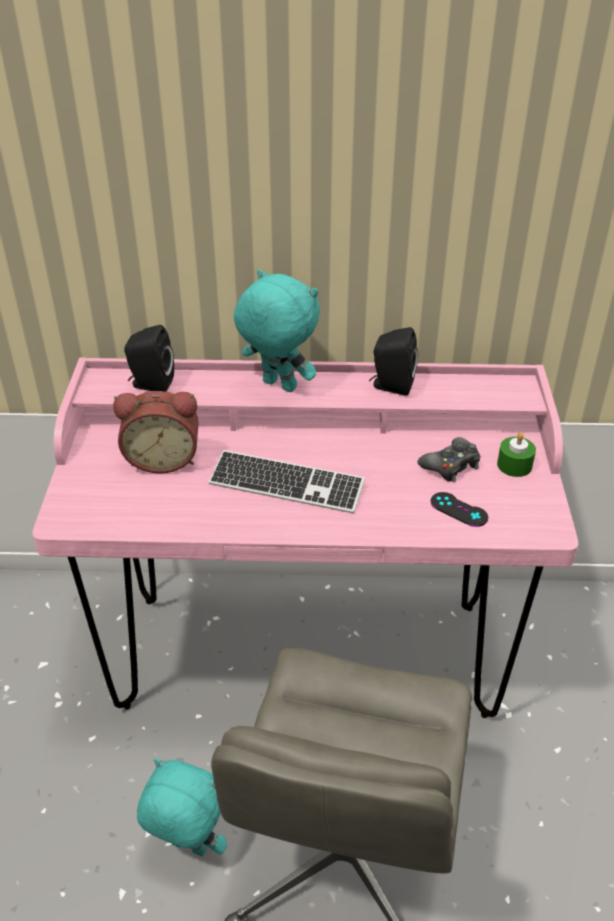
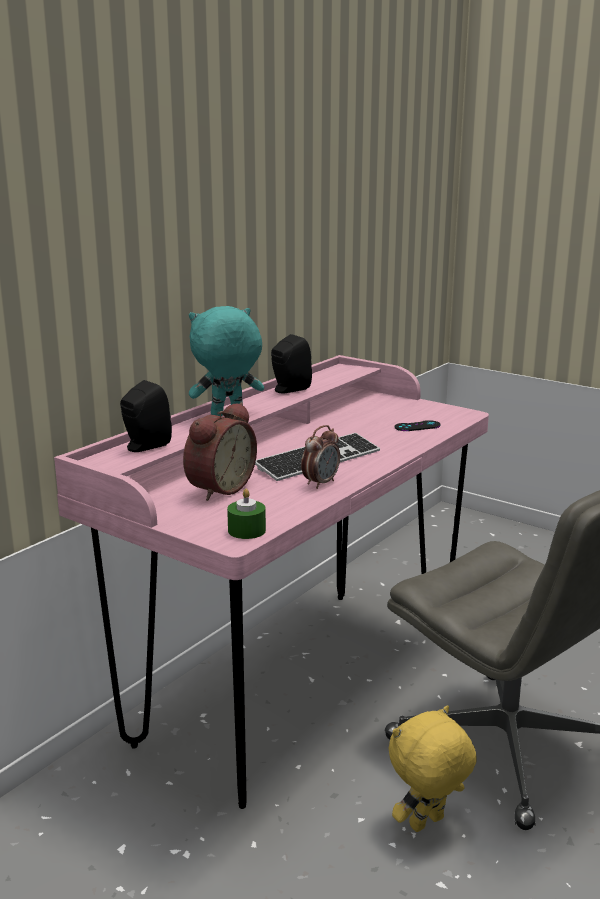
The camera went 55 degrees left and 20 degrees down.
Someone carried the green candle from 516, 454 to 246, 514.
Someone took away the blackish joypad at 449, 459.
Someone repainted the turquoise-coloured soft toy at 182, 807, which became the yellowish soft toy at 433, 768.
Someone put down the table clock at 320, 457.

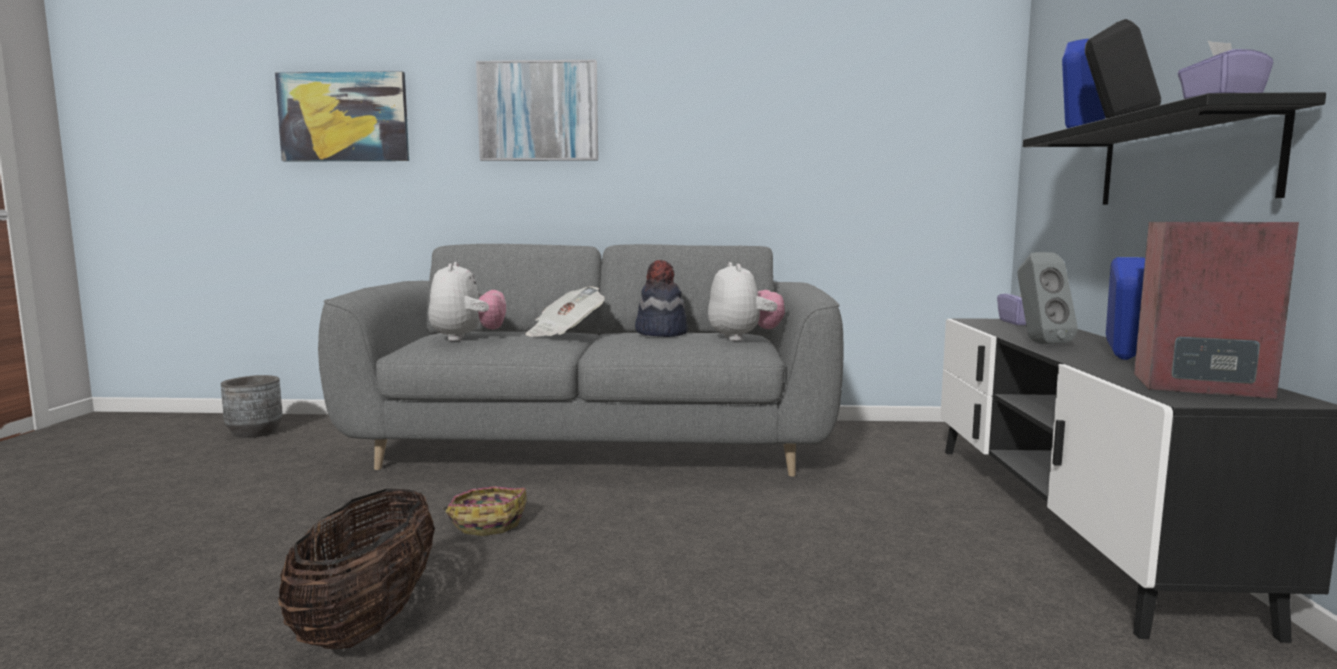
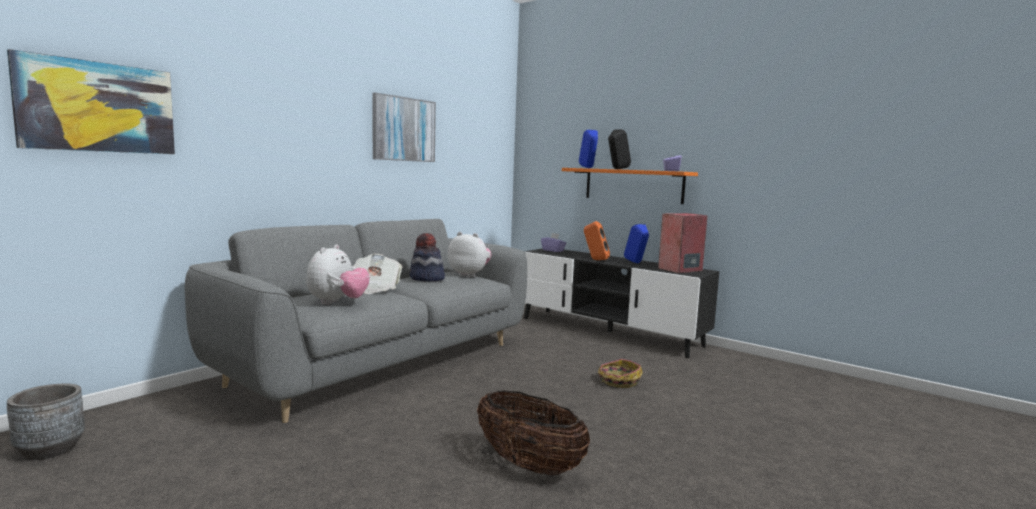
The camera went 55 degrees left and 0 degrees up.
Someone carried the wall picture from 537, 110 to 404, 127.
Someone repainted the blackish wall shelf at 1174, 148, which became the orange-coloured wall shelf at 630, 186.
Someone repainted the gray audio speaker at 1047, 298, which became the orange-coloured audio speaker at 597, 240.
Someone rotated the soft toy at 467, 301 by 75 degrees clockwise.
Someone carried the household basket from 485, 511 to 620, 373.

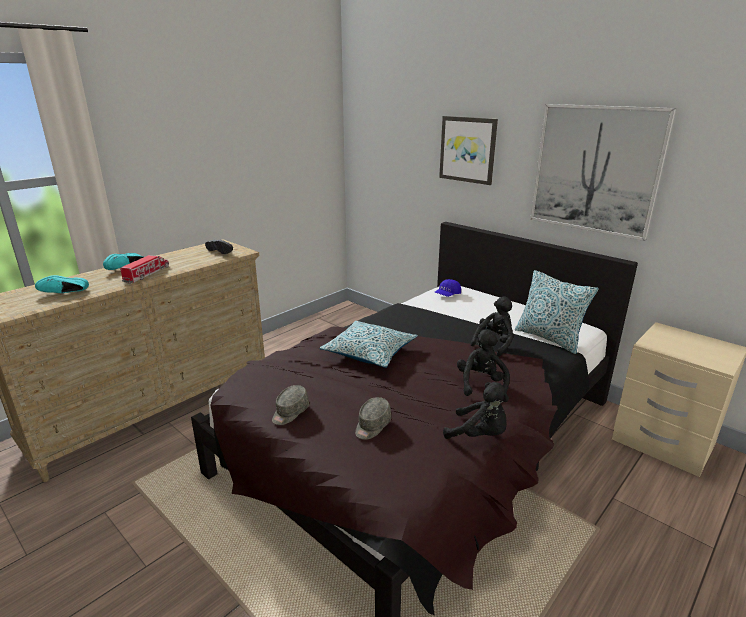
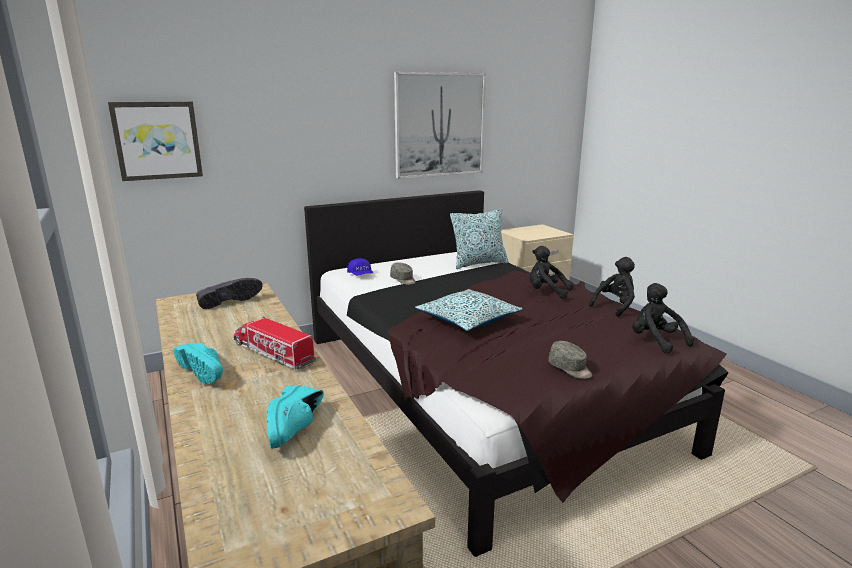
The camera went 70 degrees left and 5 degrees down.
Someone carried the wall picture from 468, 150 to 155, 141.
Someone carried the blackish soft toy from 492, 326 to 663, 318.
Someone carried the gray baseball cap from 373, 418 to 403, 274.

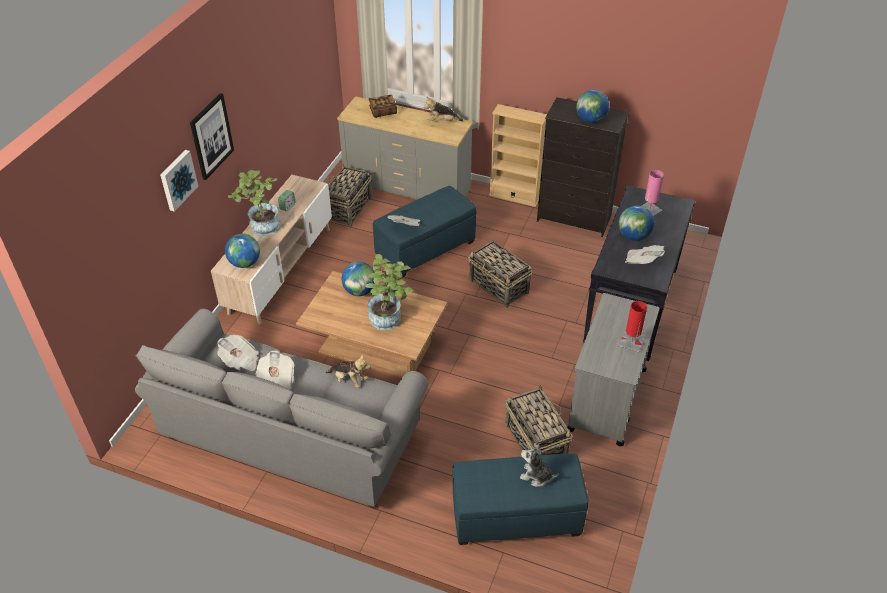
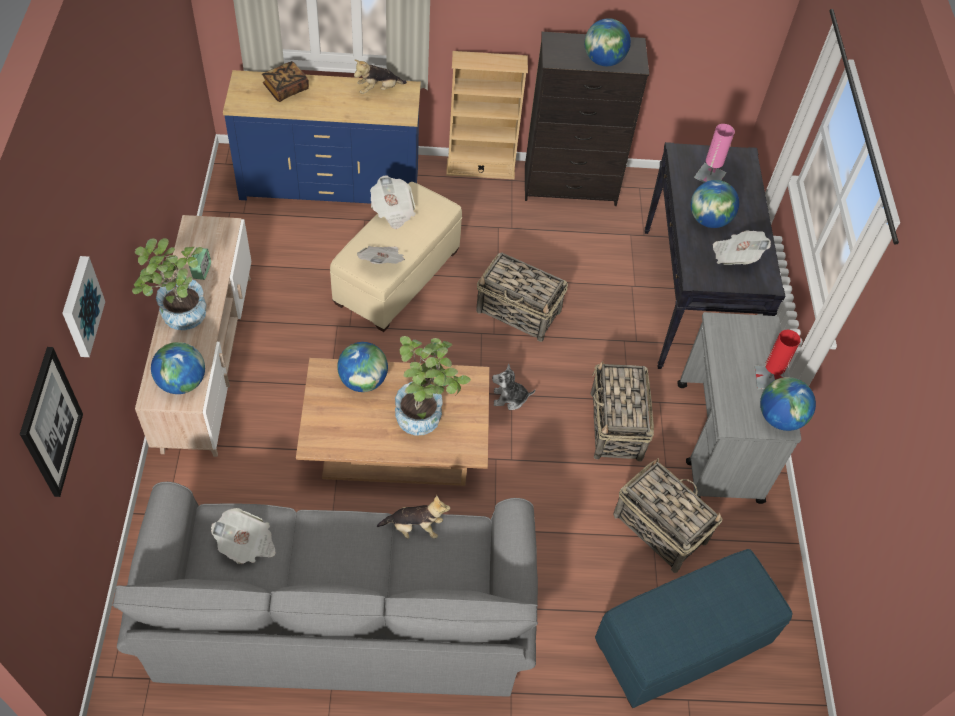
The camera went 25 degrees left and 10 degrees up.
Someone carried the wall picture from 212, 136 to 51, 422.
Someone repainted the gray drawer chest at 405, 147, which became the blue drawer chest at 322, 137.
Someone carried the household basket from 350, 195 to 622, 411.
Someone repainted the blue footrest at 425, 232, which became the sand-coloured footrest at 396, 257.
Someone carried the newspaper from 274, 369 to 393, 202.
Someone carried the soft toy from 539, 465 to 513, 387.
Someone put down the desk globe at 788, 404.

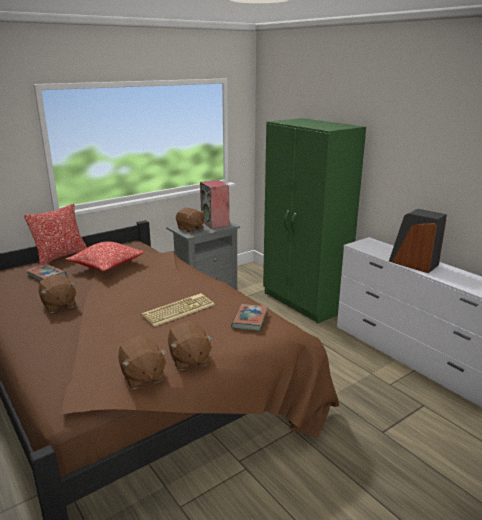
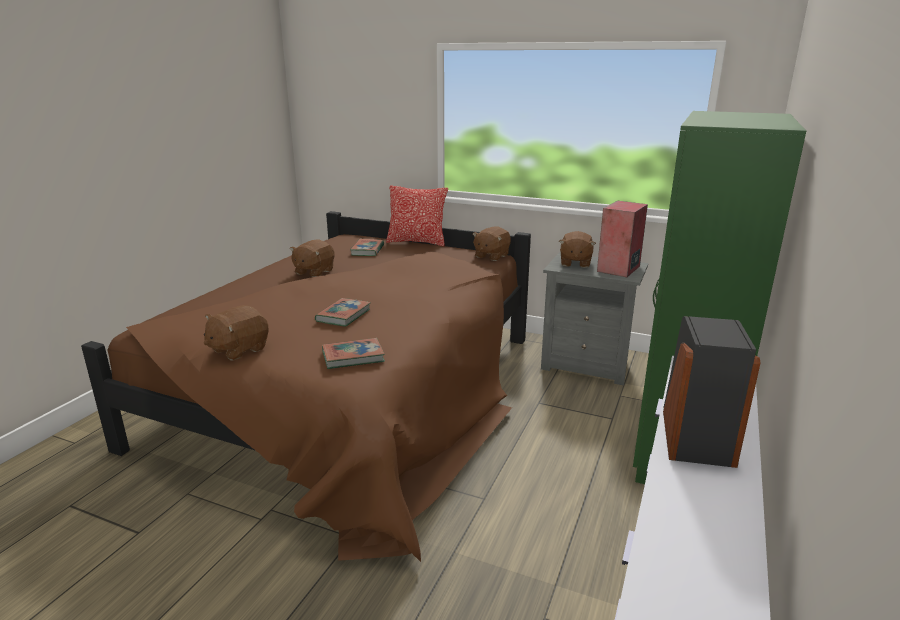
The camera went 60 degrees right and 0 degrees up.
Someone took away the cushion at 105, 256.
Someone swapped the computer keyboard at 178, 310 for the volume at 343, 312.
Someone carried the brown-coloured soft toy from 143, 362 to 491, 243.

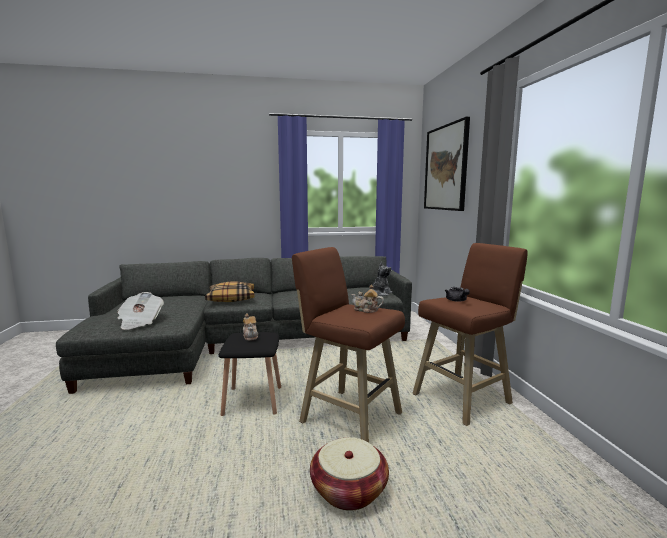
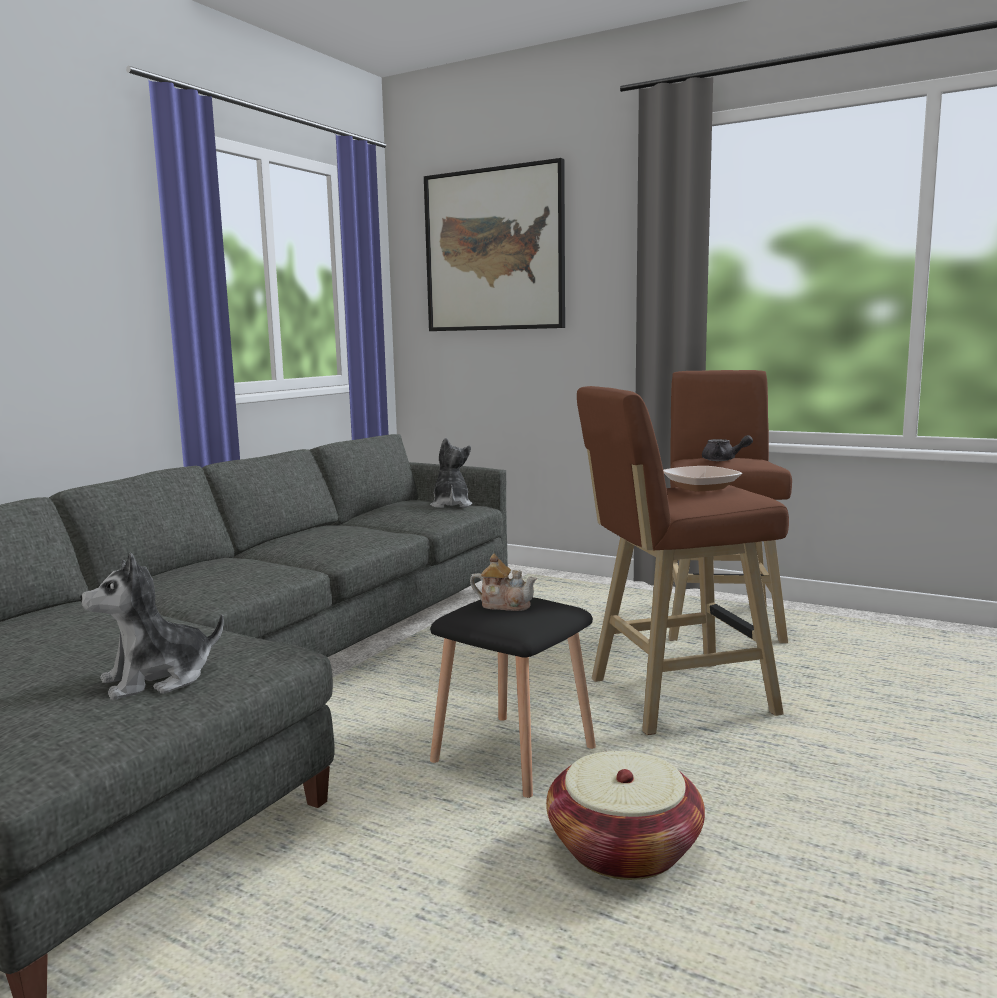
The camera went 50 degrees left and 0 degrees up.
Someone took away the cushion at 230, 291.
Someone swapped the pot for tea at 367, 298 for the deep dish at 702, 478.
Someone swapped the newspaper at 140, 311 for the soft toy at 152, 626.
Someone carried the household basket from 349, 474 to 625, 815.

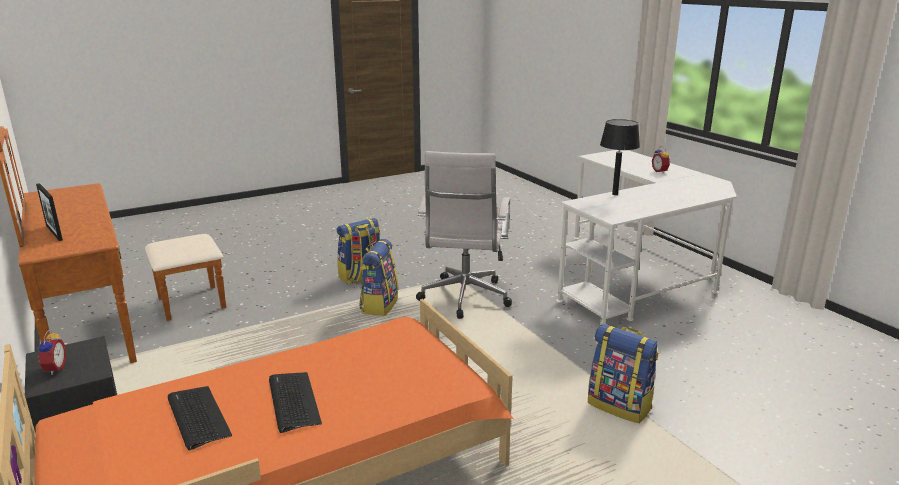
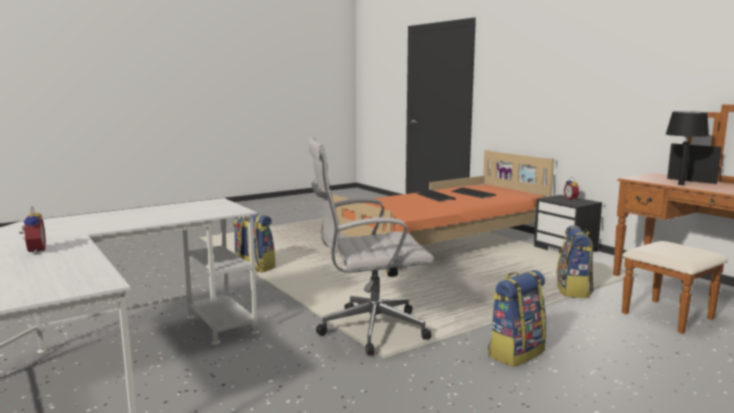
The camera went 175 degrees right and 10 degrees down.
Someone carried the blackish lamp for a table from 620, 157 to 687, 148.
Someone rotated the white desk chair at 464, 235 by 105 degrees counterclockwise.
Someone carried the rucksack from 378, 277 to 575, 261.

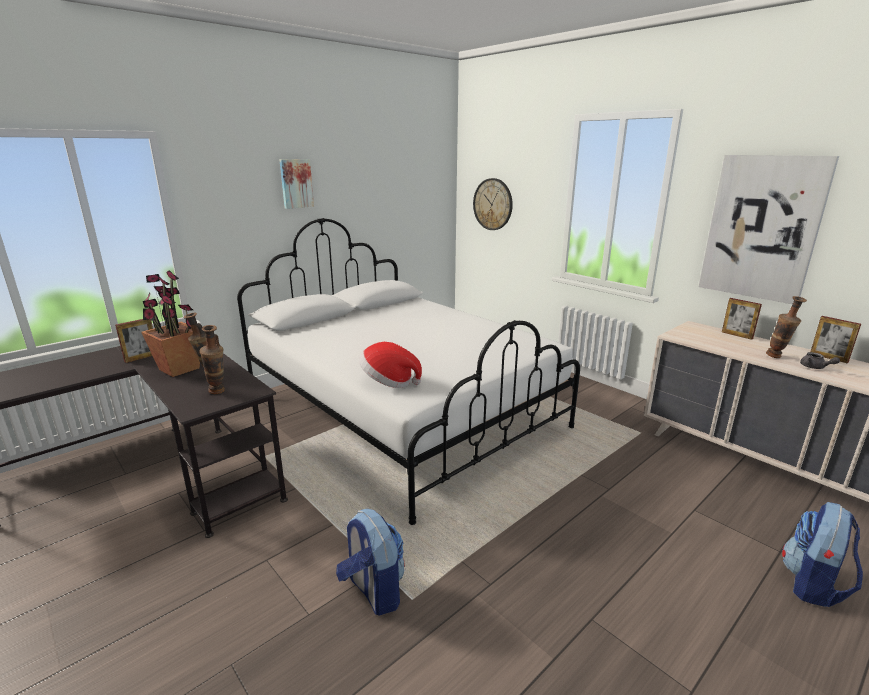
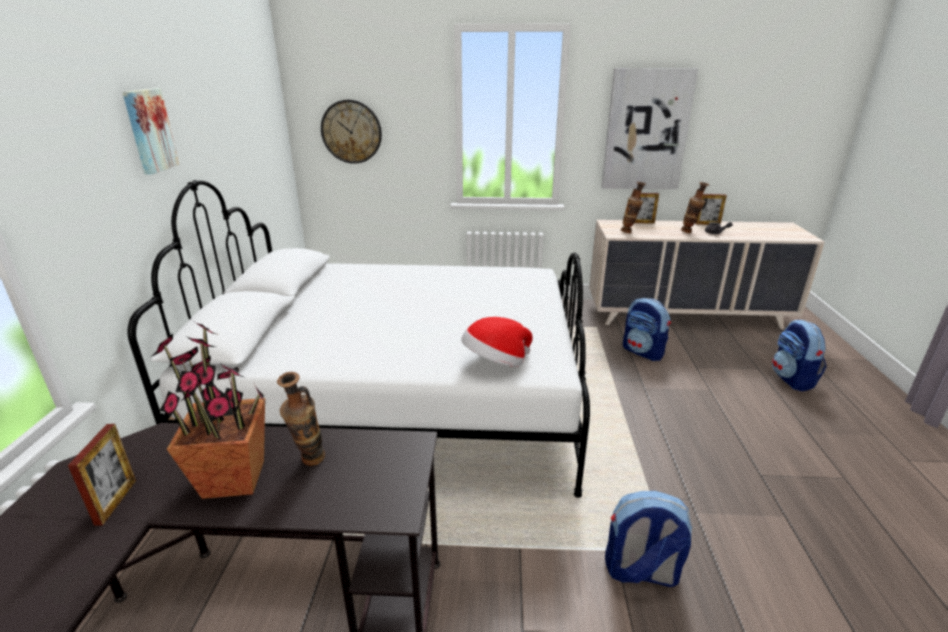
The camera went 45 degrees left and 5 degrees up.
Someone carried the flower vase from 212, 359 to 633, 207.
Someone put down the rucksack at 647, 329.

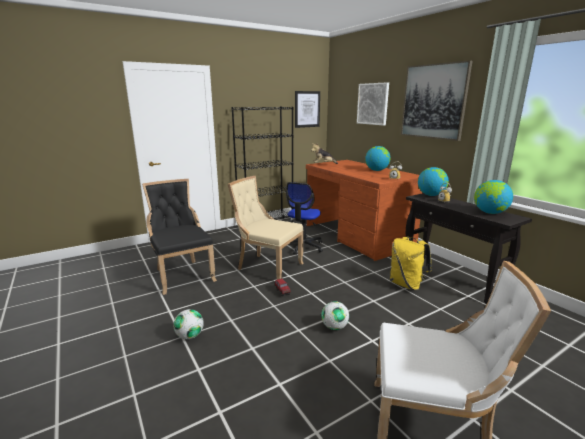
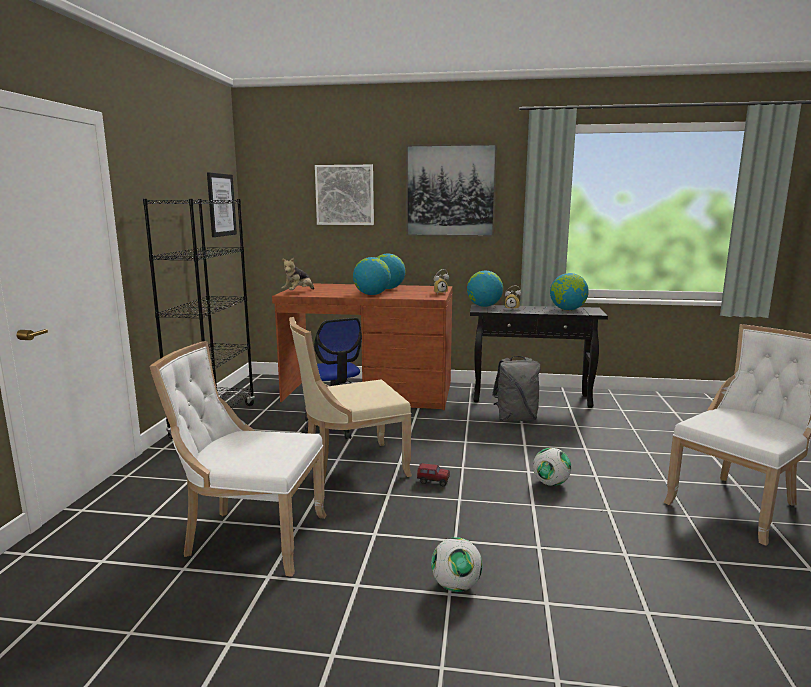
The camera went 50 degrees left and 5 degrees down.
Someone repainted the blackish plain chair at 179, 237, which became the white plain chair at 237, 459.
Someone repainted the yellowish rucksack at 410, 263, which became the gray rucksack at 516, 388.
Someone put down the desk globe at 372, 276.

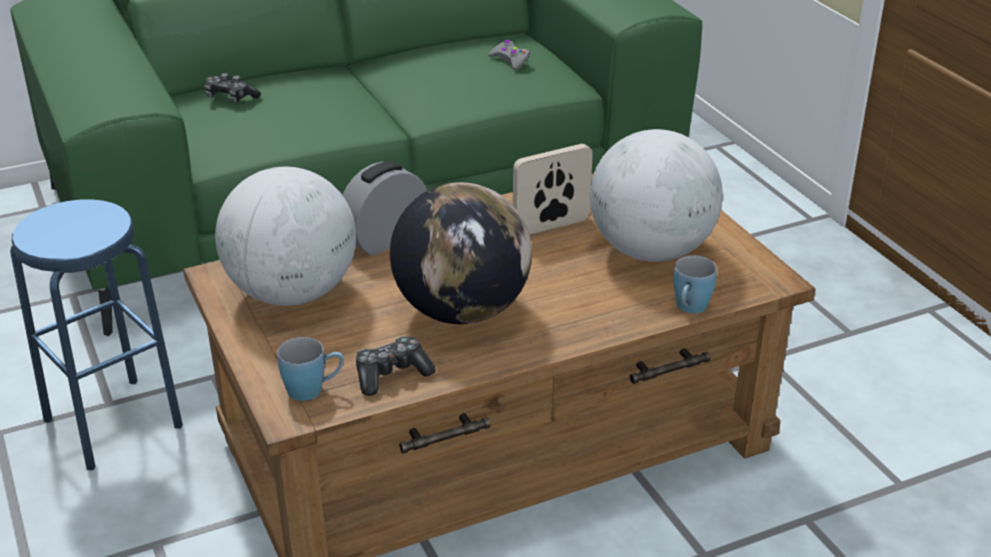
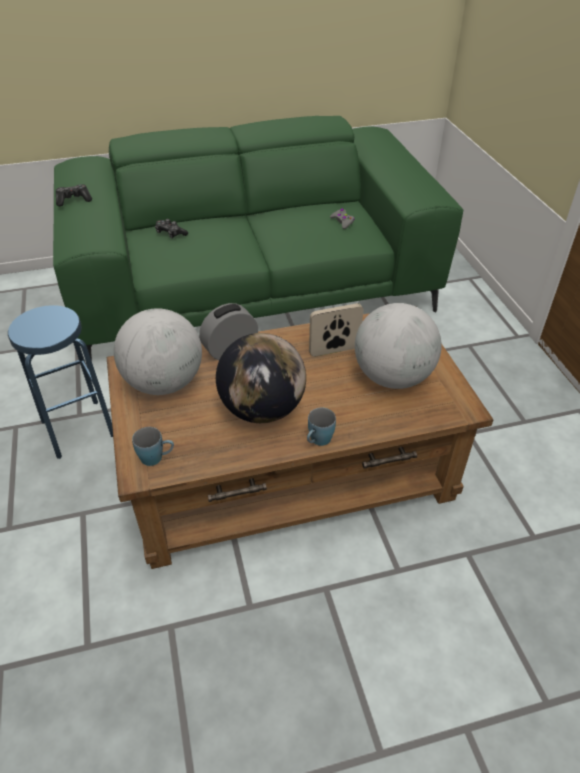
The camera went 10 degrees right and 10 degrees up.
Someone carried the blue mug from 695, 284 to 321, 427.
Someone carried the joypad from 396, 366 to 74, 195.

